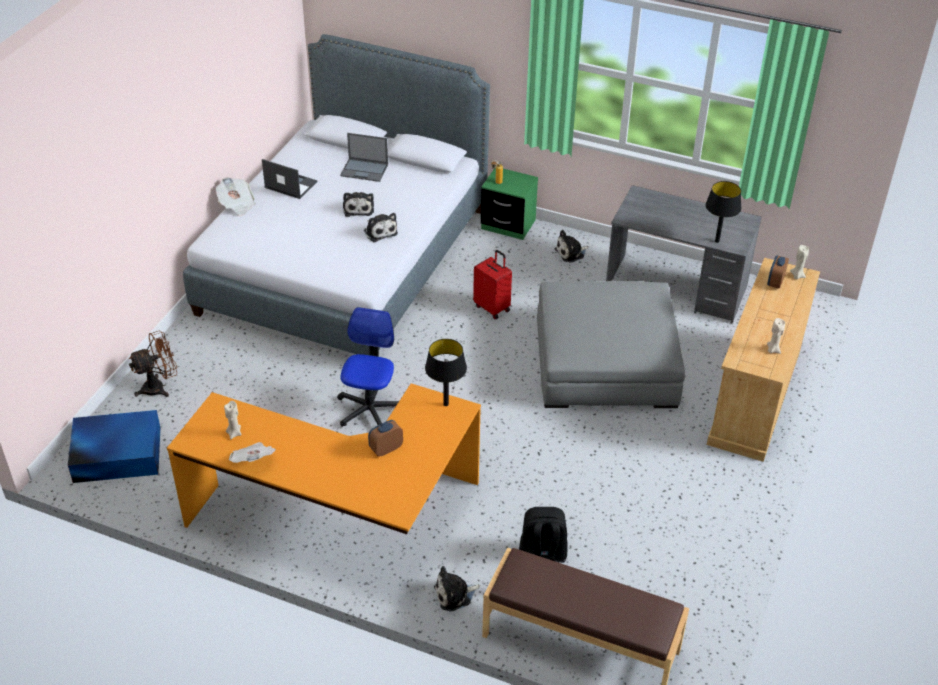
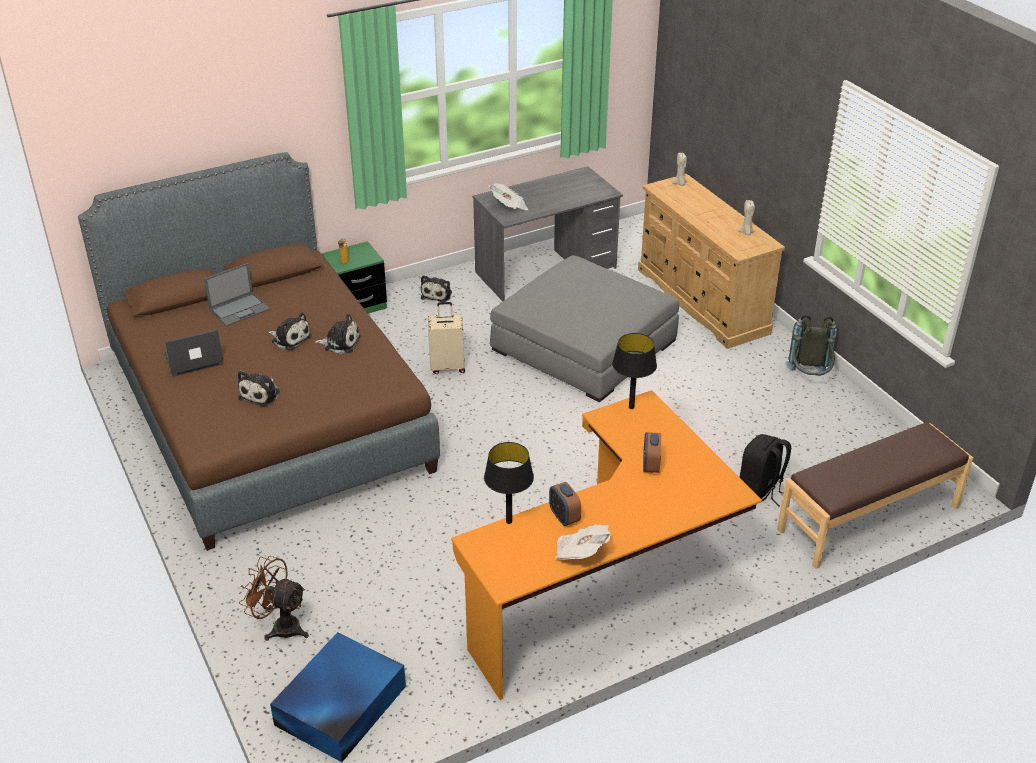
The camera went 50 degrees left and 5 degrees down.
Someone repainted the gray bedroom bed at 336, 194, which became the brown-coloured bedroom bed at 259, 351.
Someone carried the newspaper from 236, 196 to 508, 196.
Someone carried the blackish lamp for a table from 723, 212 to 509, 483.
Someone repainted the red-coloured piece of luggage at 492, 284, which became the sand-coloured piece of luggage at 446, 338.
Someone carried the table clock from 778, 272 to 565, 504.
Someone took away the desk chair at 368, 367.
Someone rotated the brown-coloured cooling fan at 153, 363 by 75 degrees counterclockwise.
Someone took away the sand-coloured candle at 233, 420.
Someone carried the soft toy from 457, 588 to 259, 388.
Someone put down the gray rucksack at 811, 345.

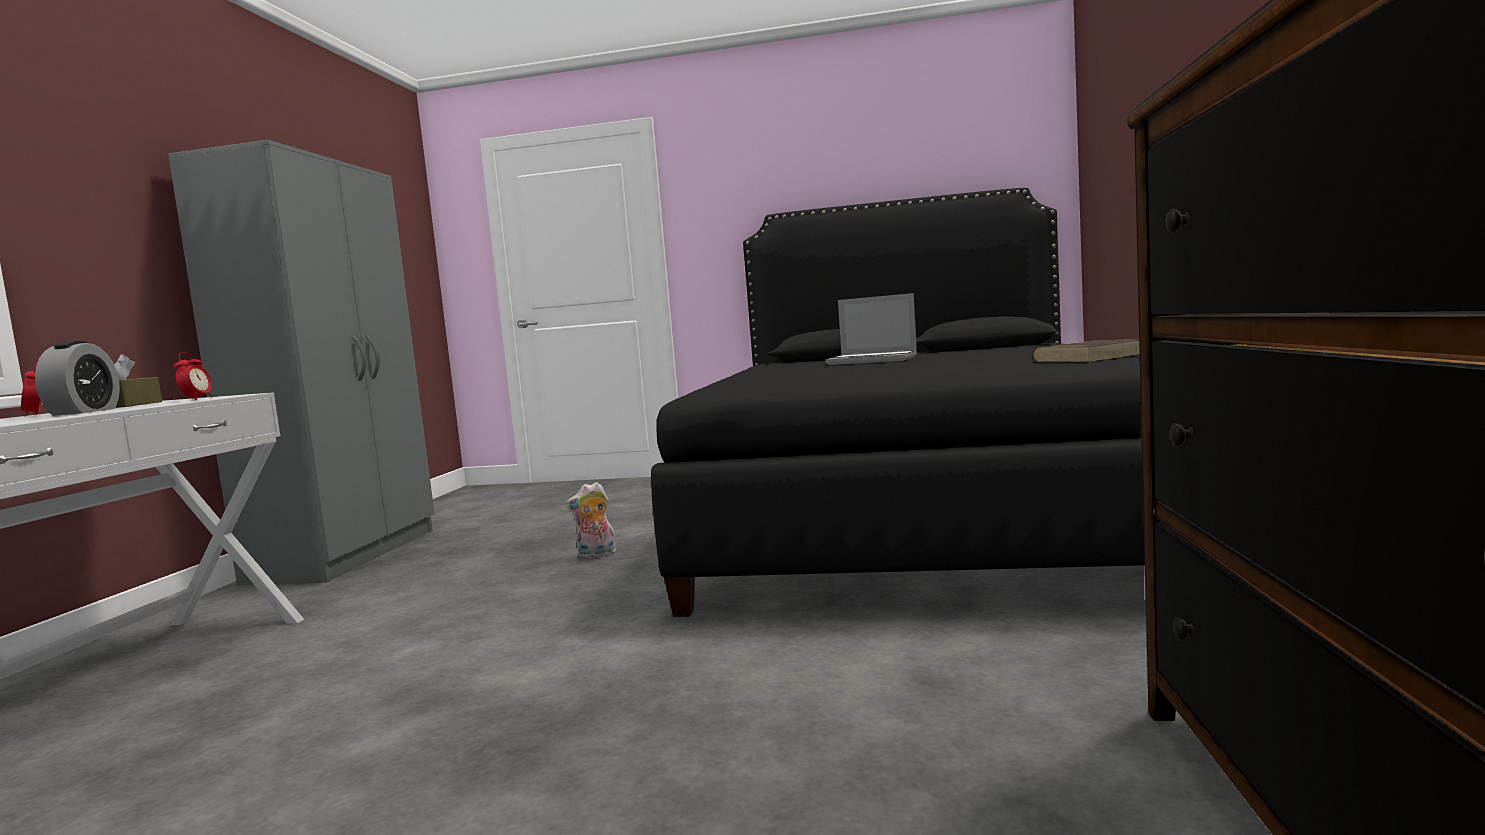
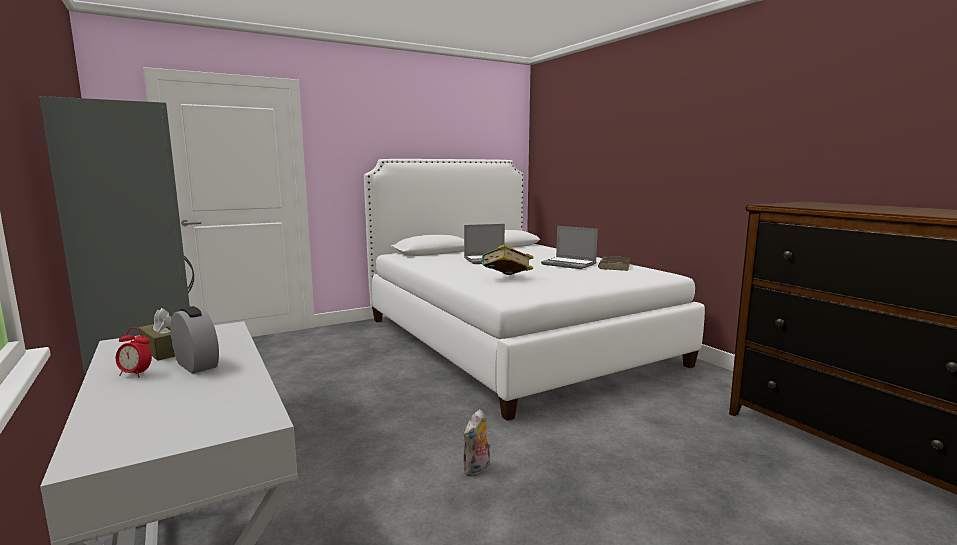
The camera went 40 degrees left and 5 degrees up.
Someone repainted the blackish bedroom bed at 898, 402, which became the white bedroom bed at 534, 290.
Someone took away the table clock at 193, 376.
Someone carried the soft toy from 591, 520 to 477, 443.
Someone put down the notebook computer at 569, 247.
Someone put down the volume at 507, 259.

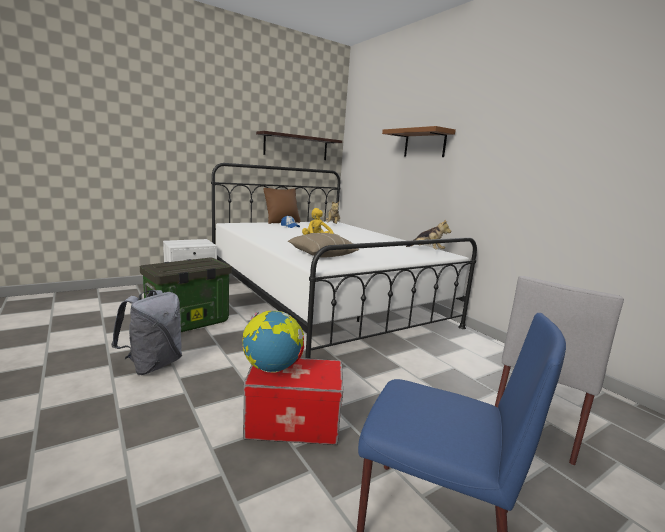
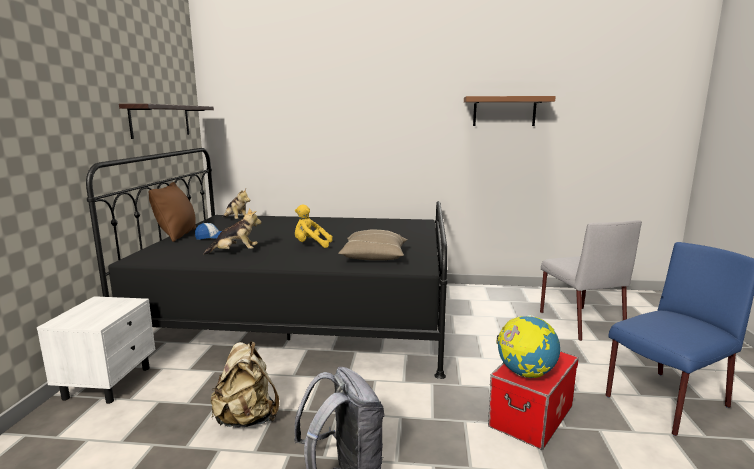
The camera went 50 degrees left and 0 degrees up.
Someone carried the brown-coloured wall shelf from 419, 141 to 510, 111.
Someone repainted the white bedroom bed at 344, 260, which became the blackish bedroom bed at 267, 263.
Someone carried the soft toy from 428, 234 to 232, 231.
Someone swapped the storage bin at 186, 295 for the sand-coloured rucksack at 244, 384.

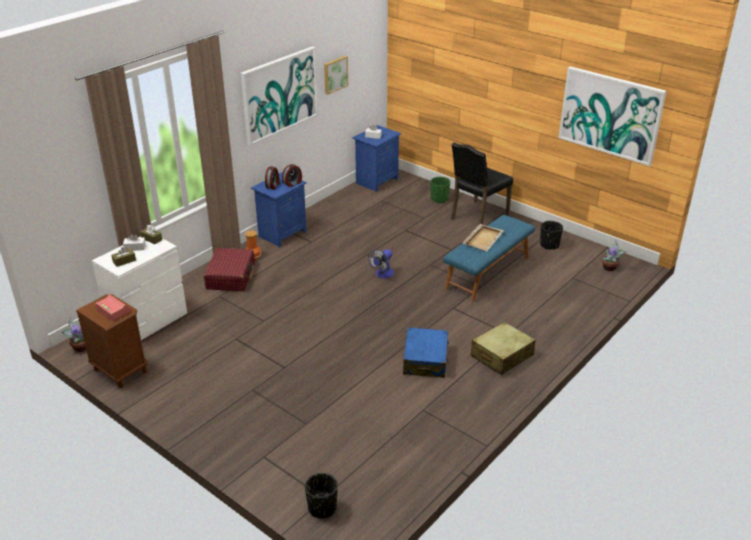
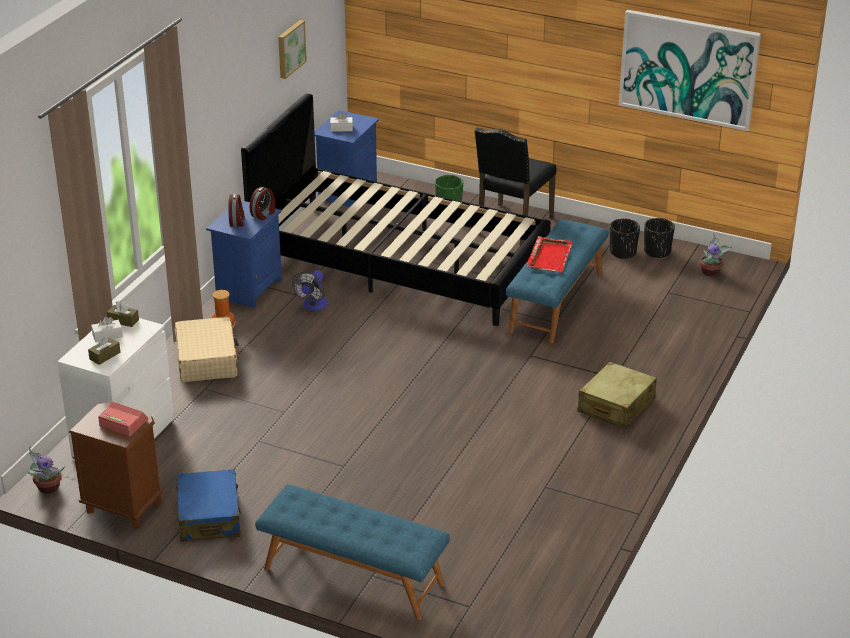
The camera went 15 degrees left and 0 degrees up.
Someone took away the wall picture at 279, 96.
Someone repainted the sand-coloured carrying tray at 483, 237, which became the red-coloured carrying tray at 549, 254.
Someone repainted the red-coloured piece of luggage at 229, 269, which became the sand-coloured piece of luggage at 207, 349.
Someone carried the cooling fan from 381, 263 to 310, 290.
Someone carried the blue piece of luggage from 426, 352 to 209, 505.
Someone carried the blackish planter from 321, 495 to 659, 238.
Someone put down the blackish bedroom bed at 396, 209.
Someone put down the blue long seat at 352, 552.

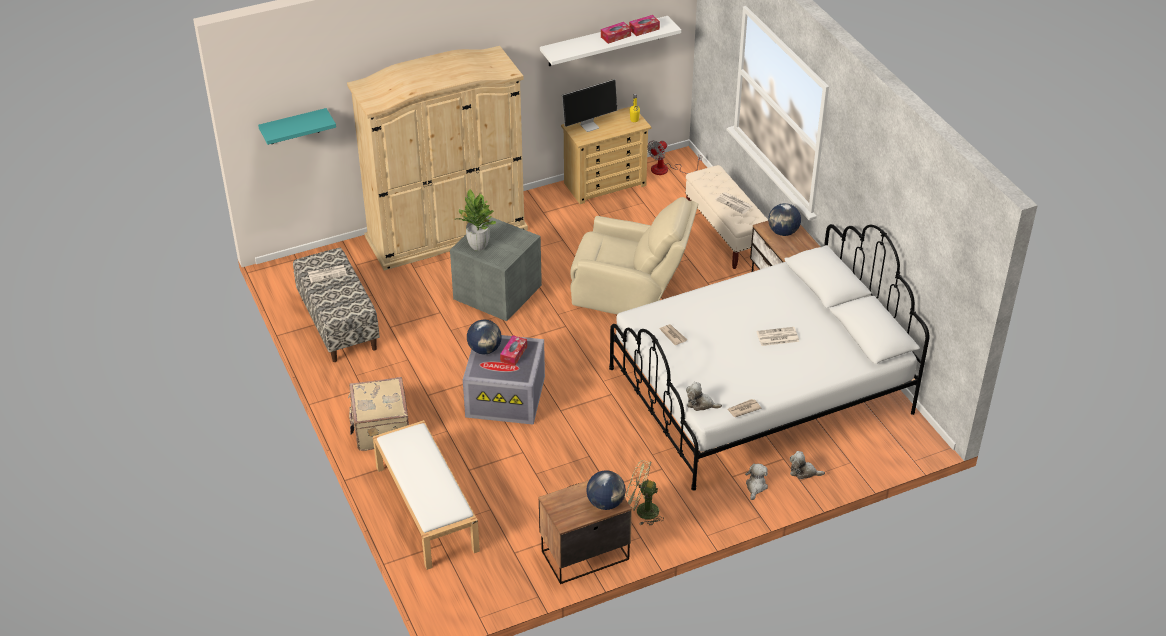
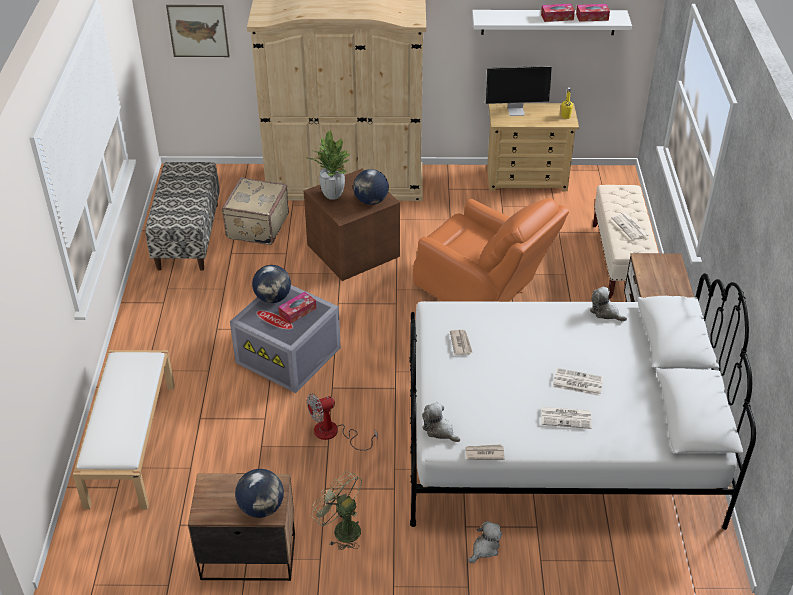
The camera went 25 degrees right and 0 degrees up.
Someone swapped the turquoise-coloured wall shelf at 297, 126 for the wall picture at 198, 31.
Someone carried the cooling fan from 675, 157 to 342, 422.
Someone repainted the sand-coloured armchair at 634, 255, which became the orange-coloured armchair at 491, 250.
Someone carried the desk globe from 784, 219 to 371, 187.
Someone repainted the gray storage bin at 496, 268, which became the brown-coloured storage bin at 352, 225.
Someone carried the newspaper from 327, 274 to 566, 418.
Someone carried the sand-coloured piece of luggage from 378, 414 to 255, 211.
Someone carried the soft toy from 807, 465 to 608, 303.

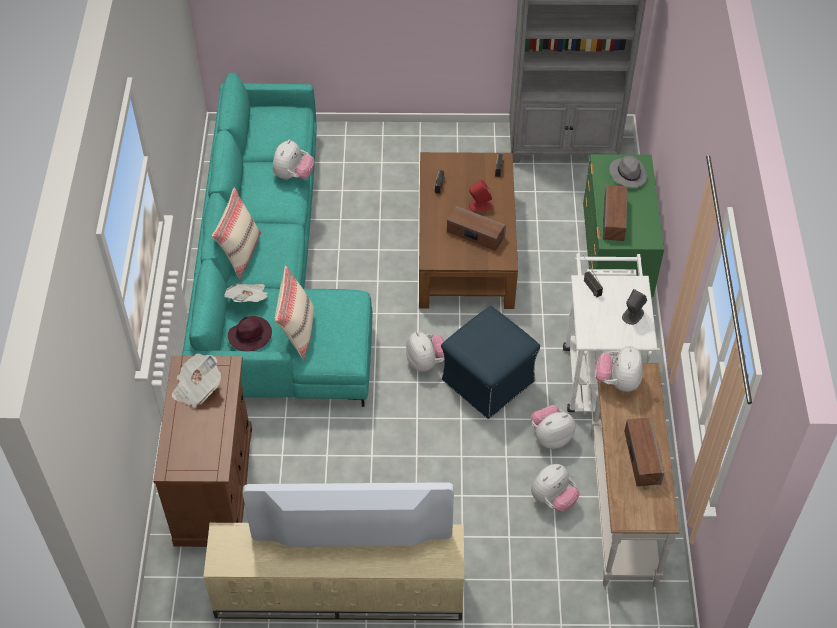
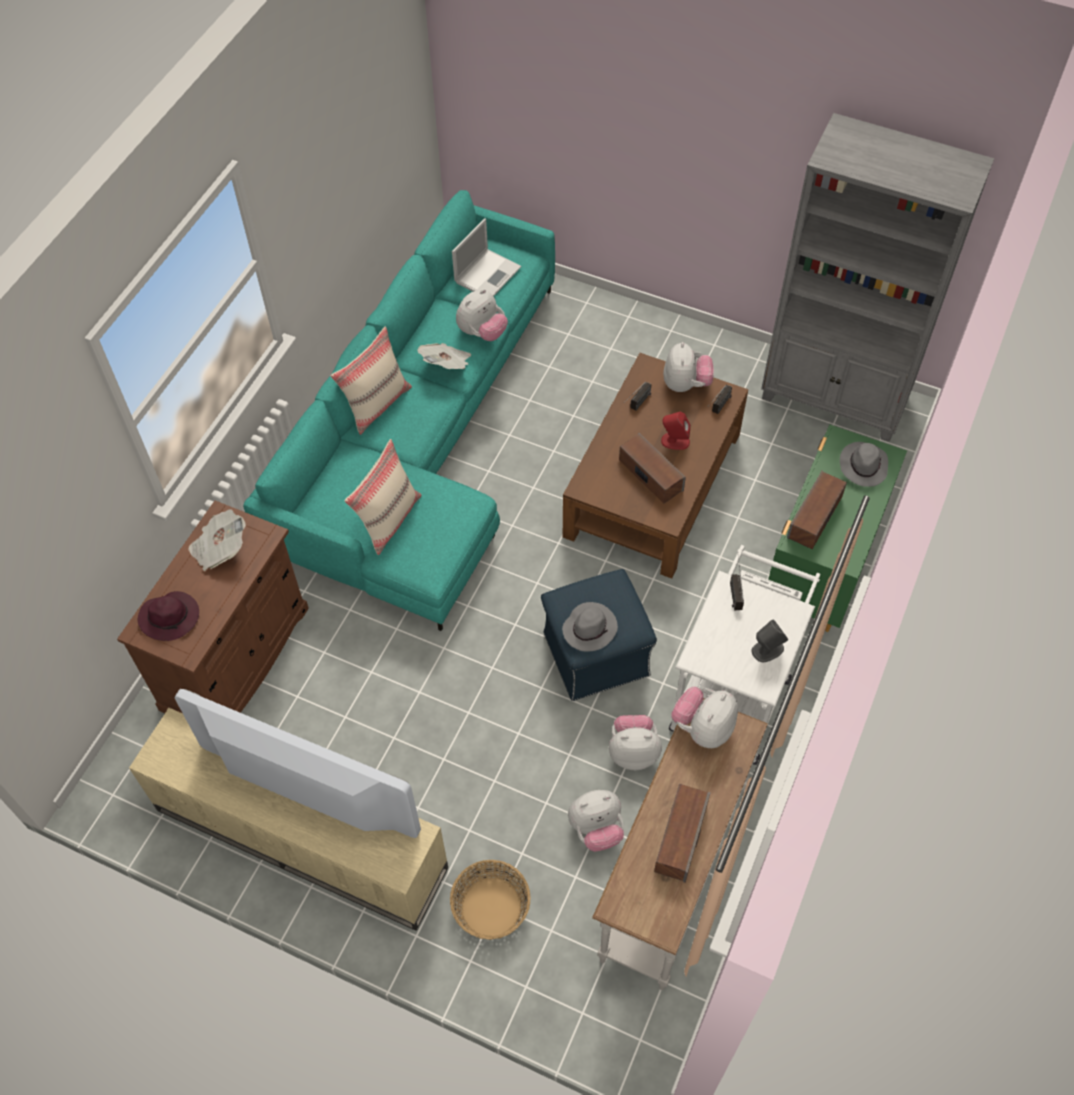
The camera went 25 degrees right and 5 degrees up.
Someone carried the newspaper from 246, 292 to 444, 356.
Someone carried the purplish hat from 250, 333 to 168, 616.
Someone carried the soft toy from 425, 351 to 688, 367.
Someone put down the notebook computer at 486, 257.
Someone put down the gray hat at 590, 627.
Someone put down the household basket at 490, 900.

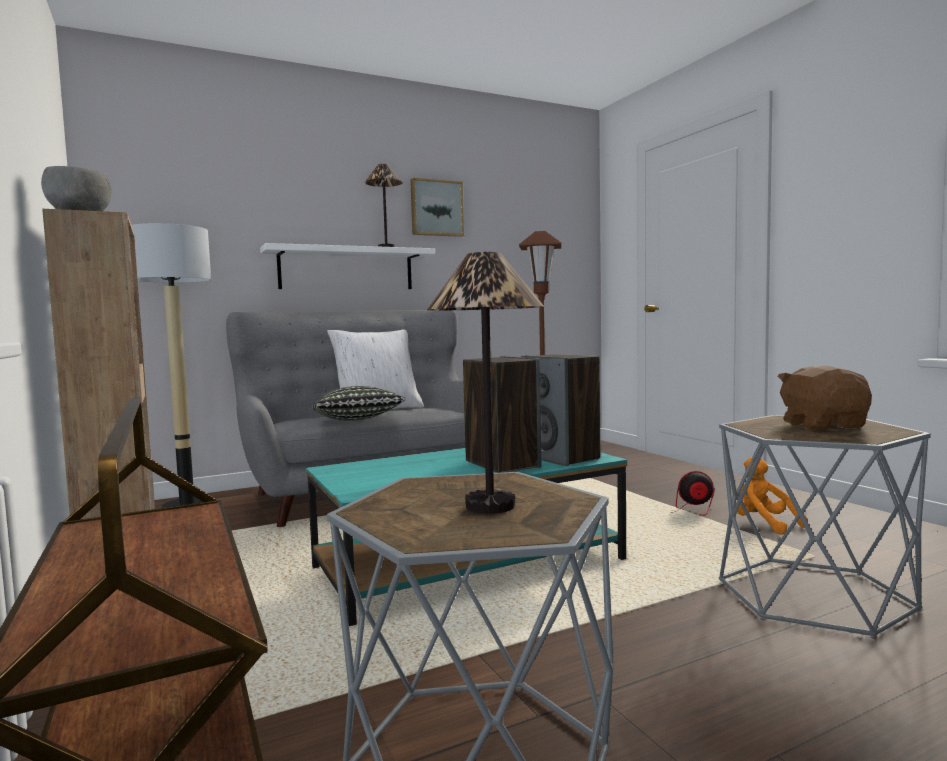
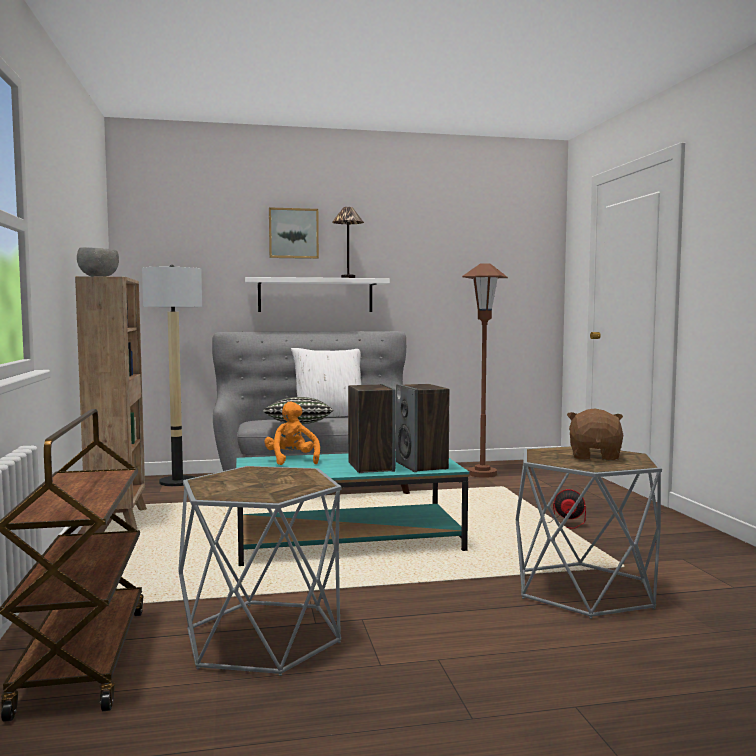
The camera went 15 degrees right and 0 degrees up.
Someone carried the wall picture from 437, 207 to 294, 233.
Someone took away the lamp for a table at 486, 383.
Someone carried the orange-coloured soft toy from 771, 495 to 292, 433.

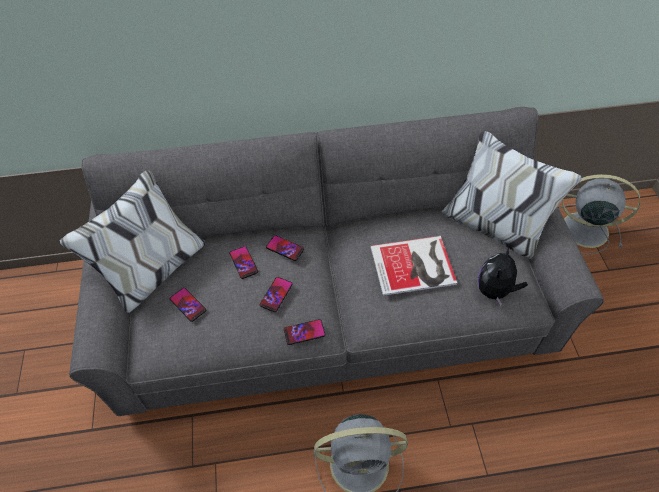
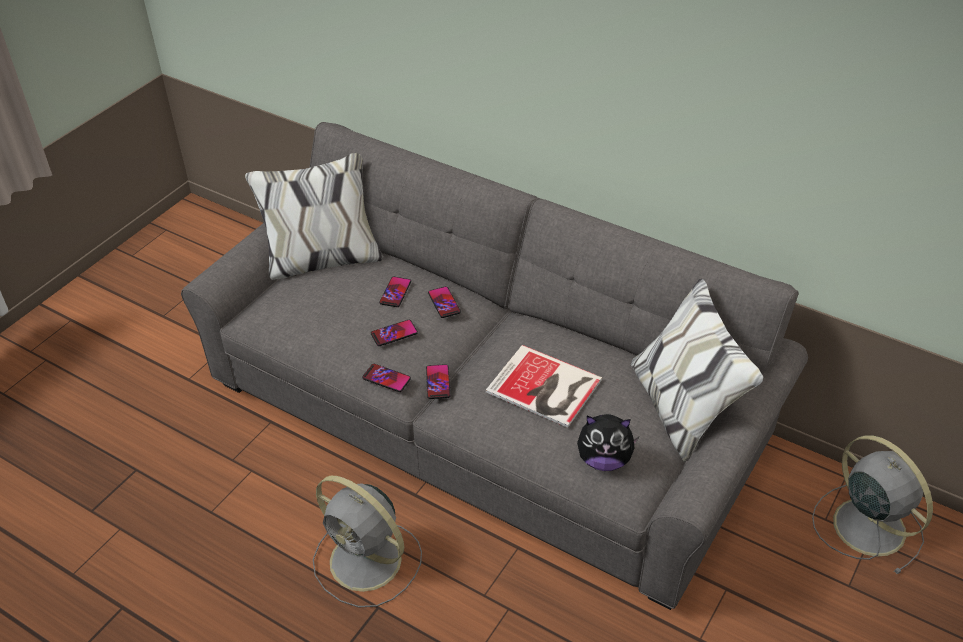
The camera went 40 degrees right and 10 degrees down.
Someone rotated the soft toy at 503, 276 by 150 degrees counterclockwise.
Someone carried the handset from 188, 305 to 438, 381.

